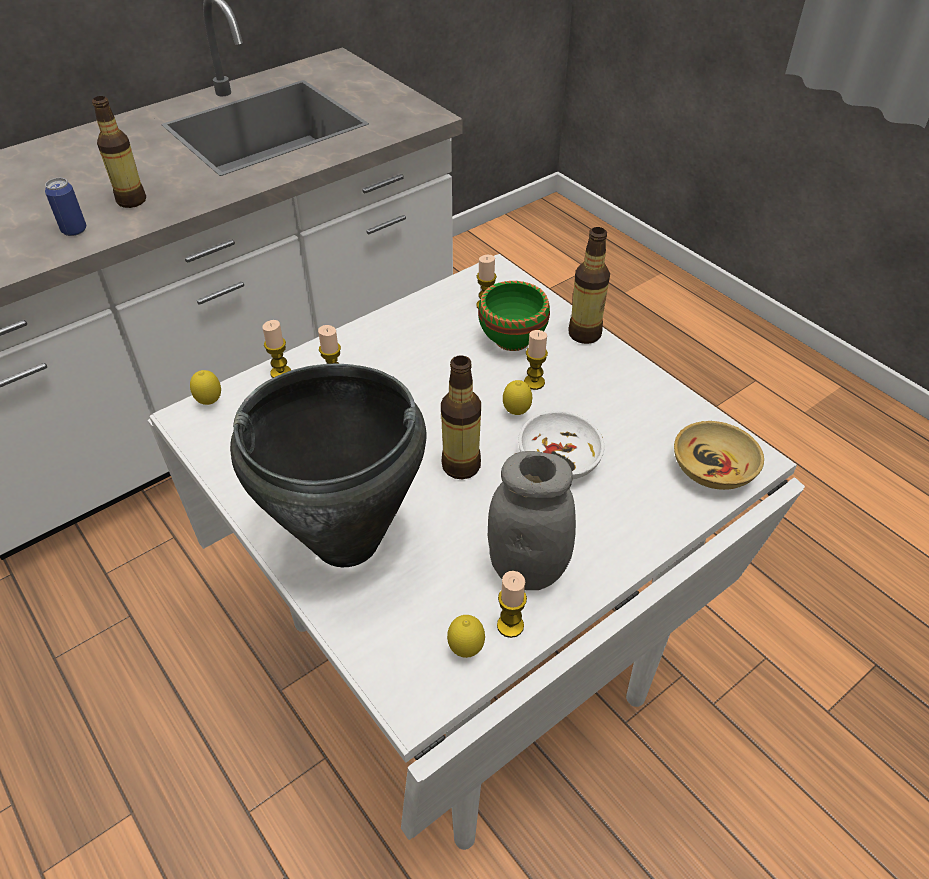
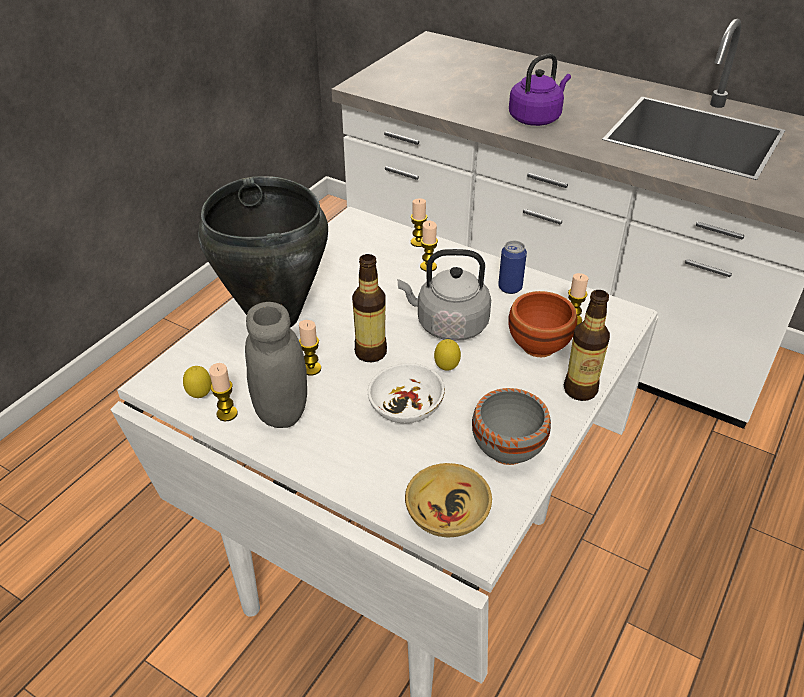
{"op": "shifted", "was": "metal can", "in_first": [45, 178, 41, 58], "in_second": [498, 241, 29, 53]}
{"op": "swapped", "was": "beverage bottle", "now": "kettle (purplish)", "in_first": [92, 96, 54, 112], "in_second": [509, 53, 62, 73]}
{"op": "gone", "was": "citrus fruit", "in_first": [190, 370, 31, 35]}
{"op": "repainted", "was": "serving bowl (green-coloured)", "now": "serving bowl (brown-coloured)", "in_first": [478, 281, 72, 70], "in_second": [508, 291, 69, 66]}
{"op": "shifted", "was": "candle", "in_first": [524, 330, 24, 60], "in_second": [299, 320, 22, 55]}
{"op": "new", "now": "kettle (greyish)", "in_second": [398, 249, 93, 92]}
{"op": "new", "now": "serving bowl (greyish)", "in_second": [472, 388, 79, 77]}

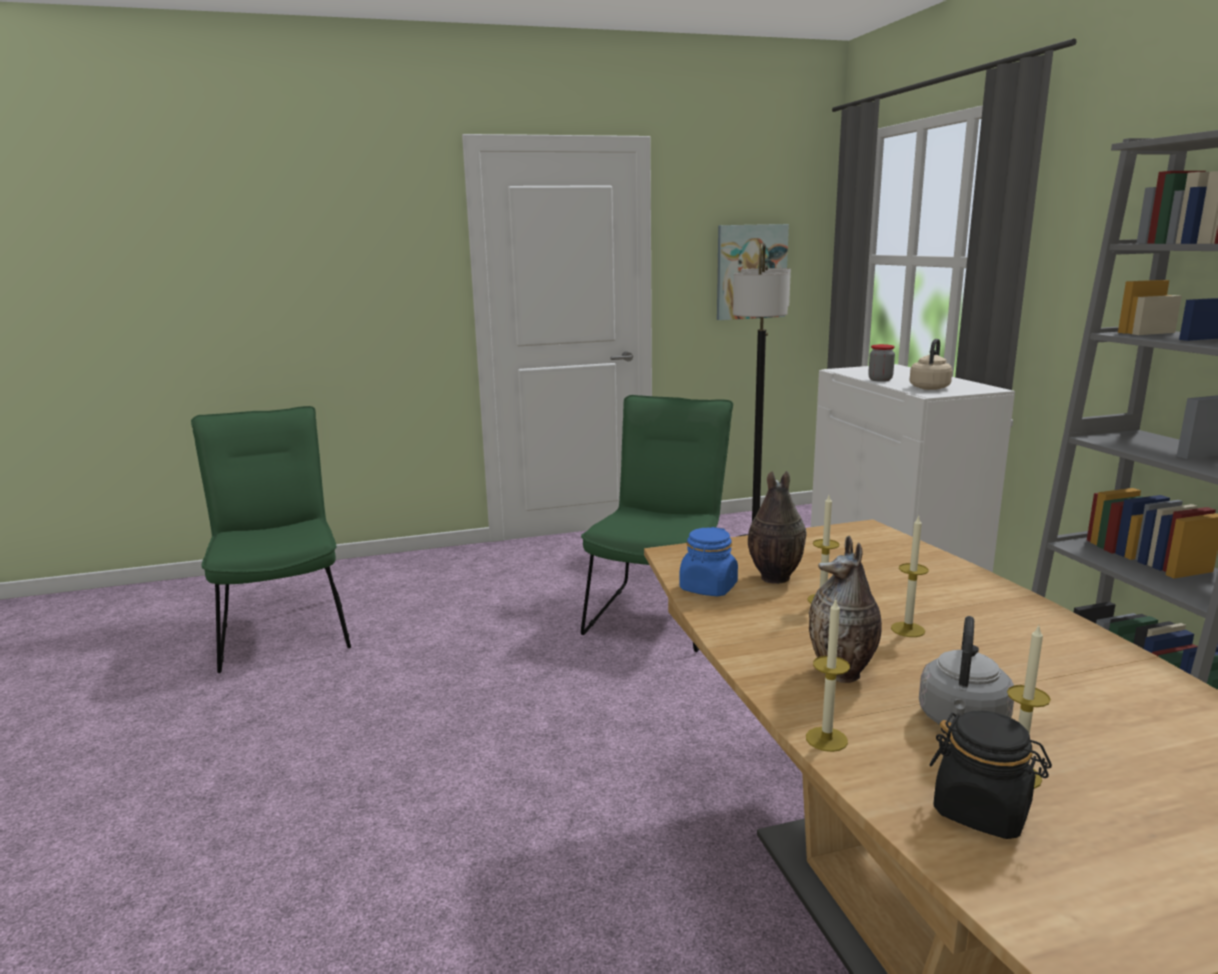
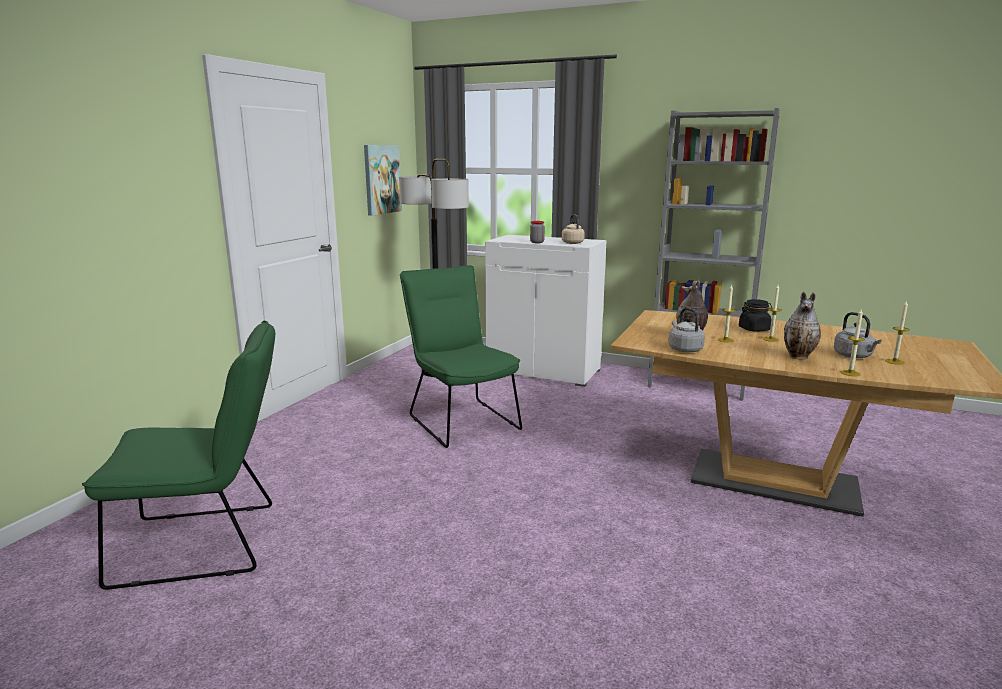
{"op": "rotated", "was": "upright chair (green-coloured)", "in_first": [191, 406, 160, 267], "in_second": [82, 321, 193, 269], "clockwise": 150}
{"op": "swapped", "was": "jar (bluish)", "now": "kettle (greyish)", "in_first": [679, 527, 59, 69], "in_second": [668, 307, 37, 46]}
{"op": "shifted", "was": "jar (black-coloured)", "in_first": [929, 710, 123, 129], "in_second": [739, 299, 33, 33]}

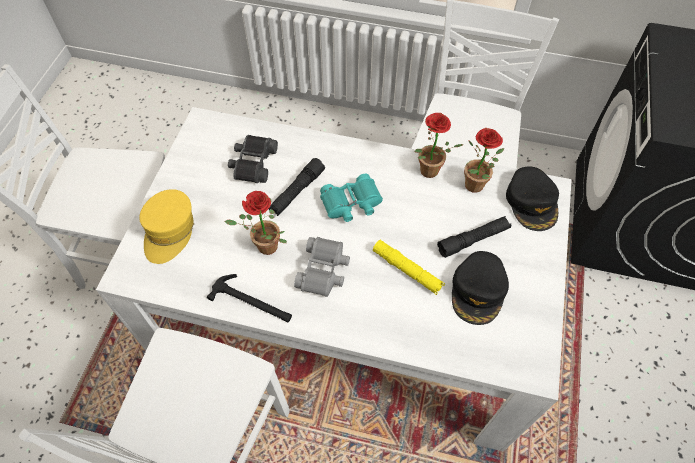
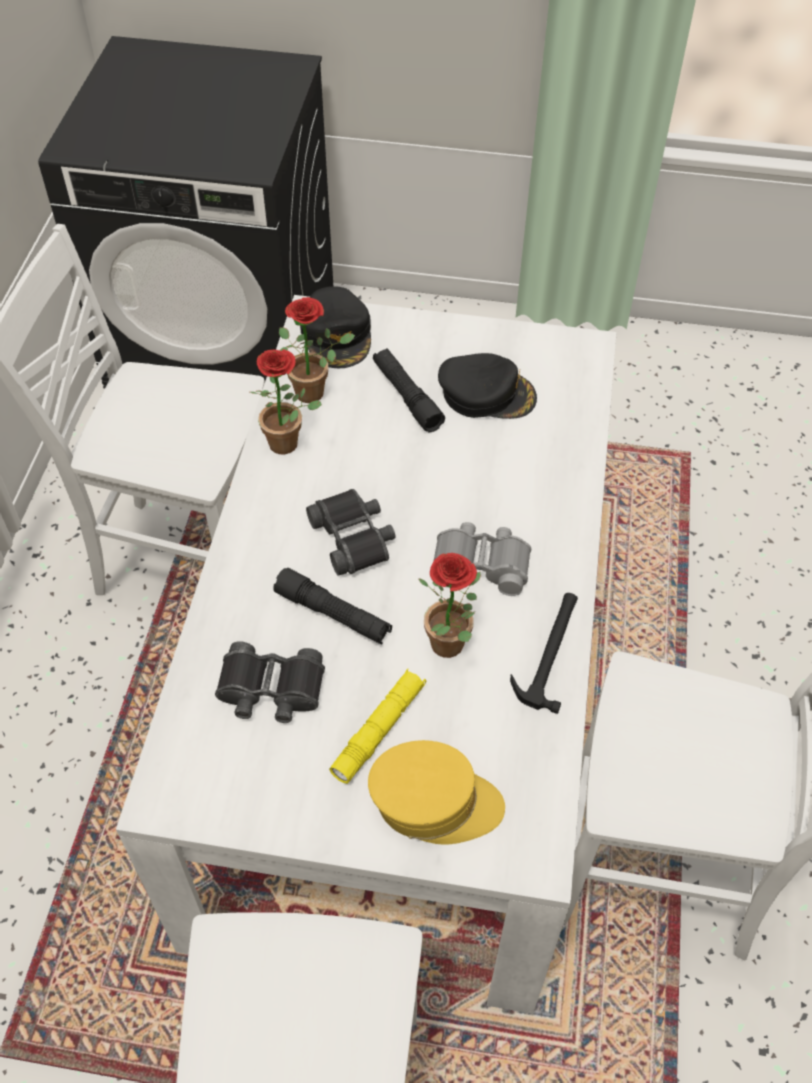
{"op": "repainted", "was": "binoculars (blue-green)", "now": "binoculars (black-coloured)", "in_first": [320, 174, 63, 48], "in_second": [306, 489, 90, 87]}
{"op": "shifted", "was": "flashlight (yellowish)", "in_first": [373, 240, 72, 55], "in_second": [329, 669, 98, 115]}
{"op": "rotated", "was": "peaked cap (black-coloured)", "in_first": [506, 167, 53, 64], "in_second": [300, 286, 71, 82], "clockwise": 90}

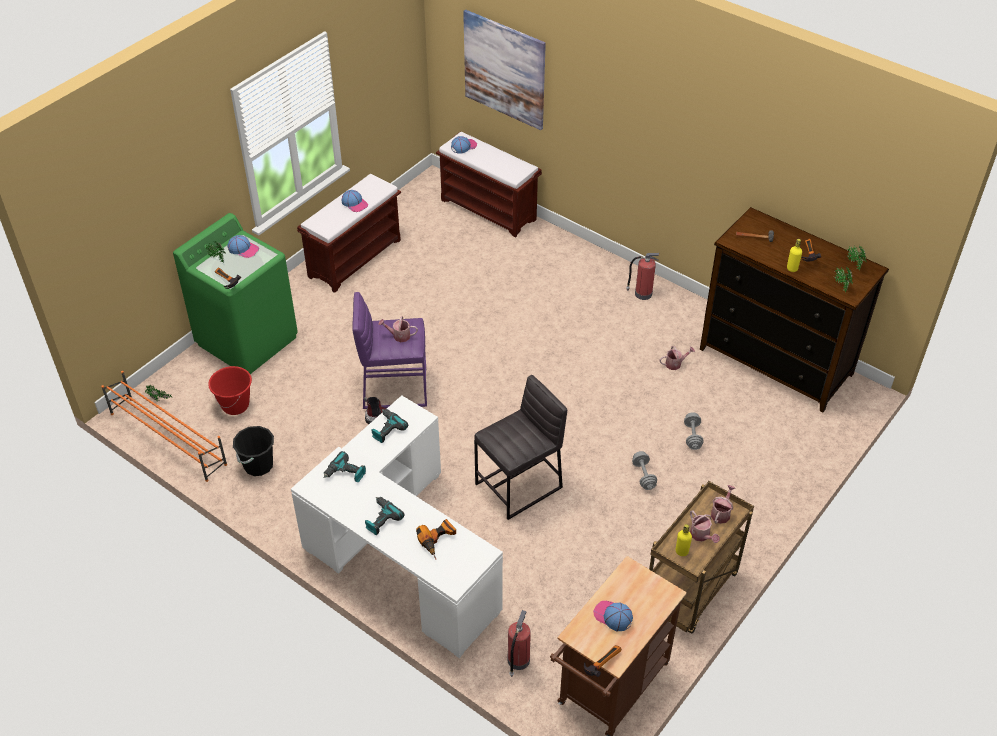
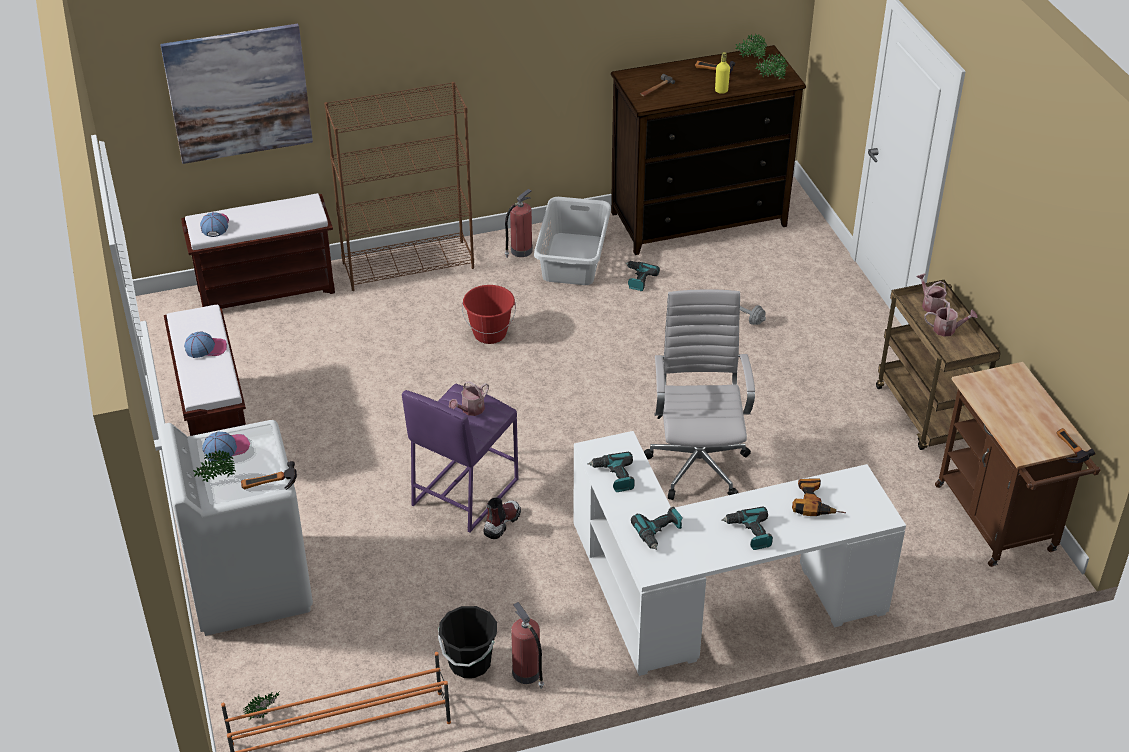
{"op": "repainted", "was": "laundry appliance (green-coloured)", "now": "laundry appliance (whitish)", "in_first": [173, 213, 125, 161], "in_second": [159, 420, 154, 216]}
{"op": "shifted", "was": "water bucket (red-coloured)", "in_first": [208, 366, 44, 49], "in_second": [462, 285, 54, 59]}
{"op": "swapped", "was": "sitting stool (greyish)", "now": "office chair (whitish)", "in_first": [474, 375, 93, 145], "in_second": [644, 290, 111, 210]}
{"op": "shifted", "was": "fire extinguisher", "in_first": [507, 610, 24, 67], "in_second": [511, 602, 33, 87]}
{"op": "gone", "was": "peaked cap", "in_first": [593, 601, 40, 31]}
{"op": "gone", "was": "free weight (greyish)", "in_first": [632, 451, 25, 39]}
{"op": "swapped", "was": "watering can", "now": "electric drill", "in_first": [660, 346, 35, 24], "in_second": [625, 261, 35, 30]}
{"op": "gone", "was": "beverage bottle (yellowish)", "in_first": [676, 524, 16, 32]}
{"op": "new", "now": "shelving unit (brown-coloured)", "in_second": [324, 82, 150, 209]}
{"op": "new", "now": "hamper (greyish)", "in_second": [534, 197, 77, 88]}

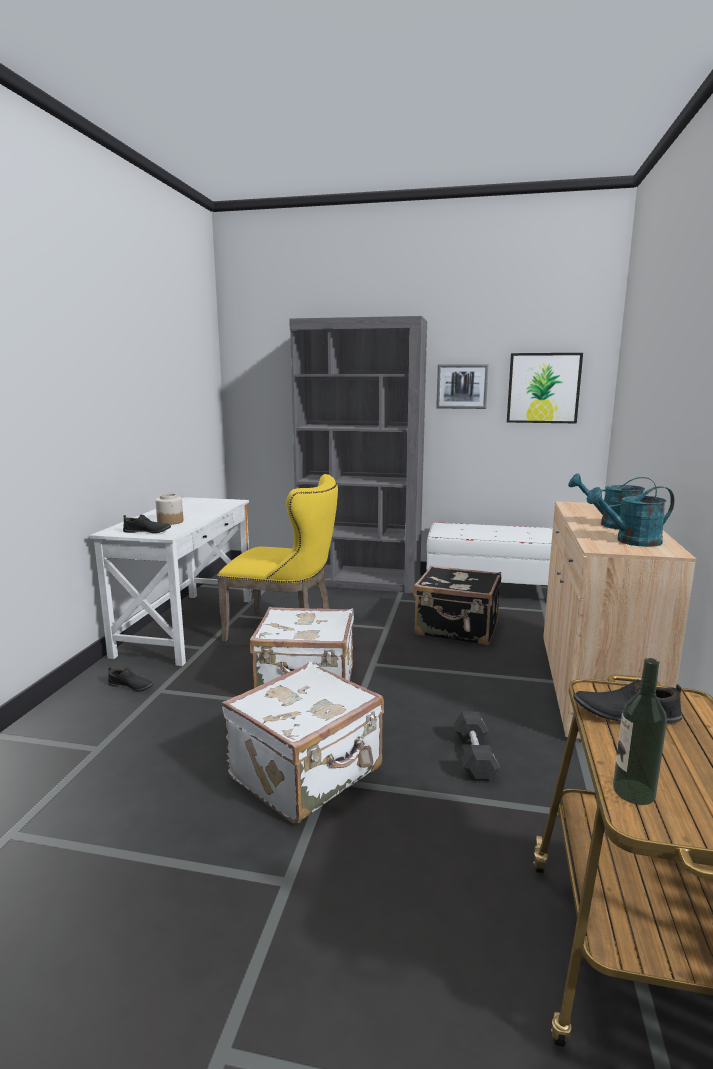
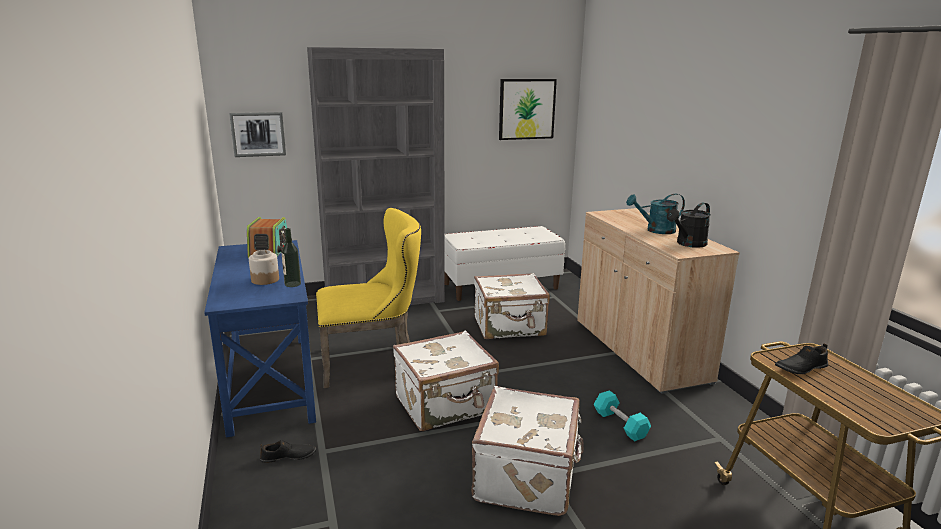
{"op": "repainted", "was": "desk unit (whitish)", "now": "desk unit (bluish)", "in_first": [89, 497, 162, 169], "in_second": [204, 240, 112, 197]}
{"op": "gone", "was": "shoe (black-coloured)", "in_first": [123, 515, 48, 18]}
{"op": "repainted", "was": "piece of luggage (black-coloured)", "now": "piece of luggage (whitish)", "in_first": [414, 565, 87, 80], "in_second": [474, 273, 76, 66]}
{"op": "shifted", "was": "picture", "in_first": [436, 364, 53, 45], "in_second": [229, 112, 57, 45]}
{"op": "repainted", "was": "free weight (black-coloured)", "now": "free weight (blue-green)", "in_first": [454, 711, 46, 70], "in_second": [594, 390, 57, 51]}
{"op": "repainted", "was": "watering can (blue-green)", "now": "watering can (black-coloured)", "in_first": [587, 486, 88, 61], "in_second": [667, 202, 44, 46]}
{"op": "shifted", "was": "beverage bottle", "in_first": [613, 658, 54, 147], "in_second": [281, 228, 20, 59]}
{"op": "new", "now": "radio", "in_second": [247, 217, 40, 41]}

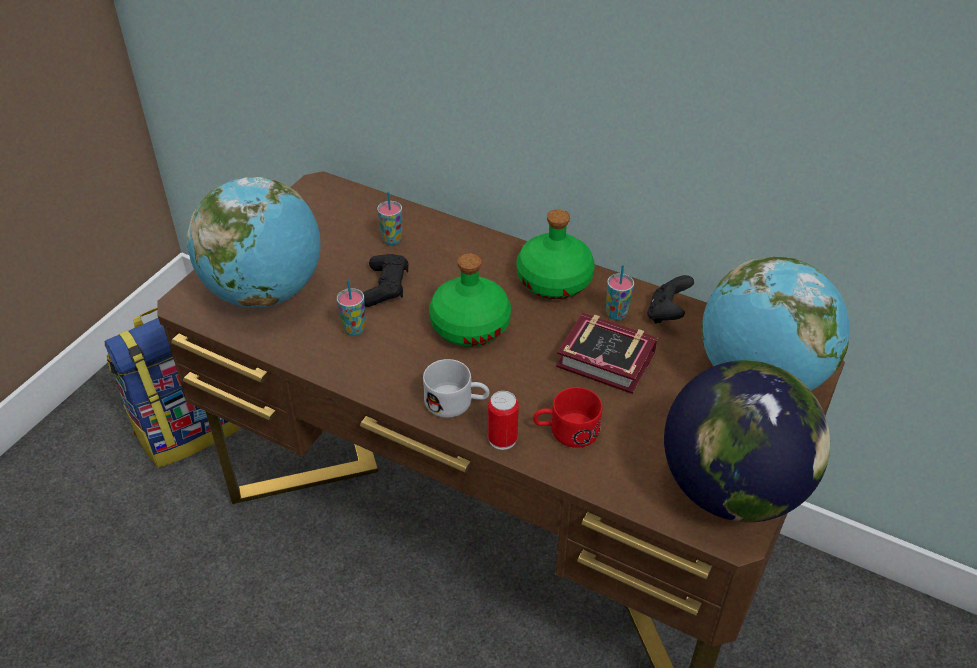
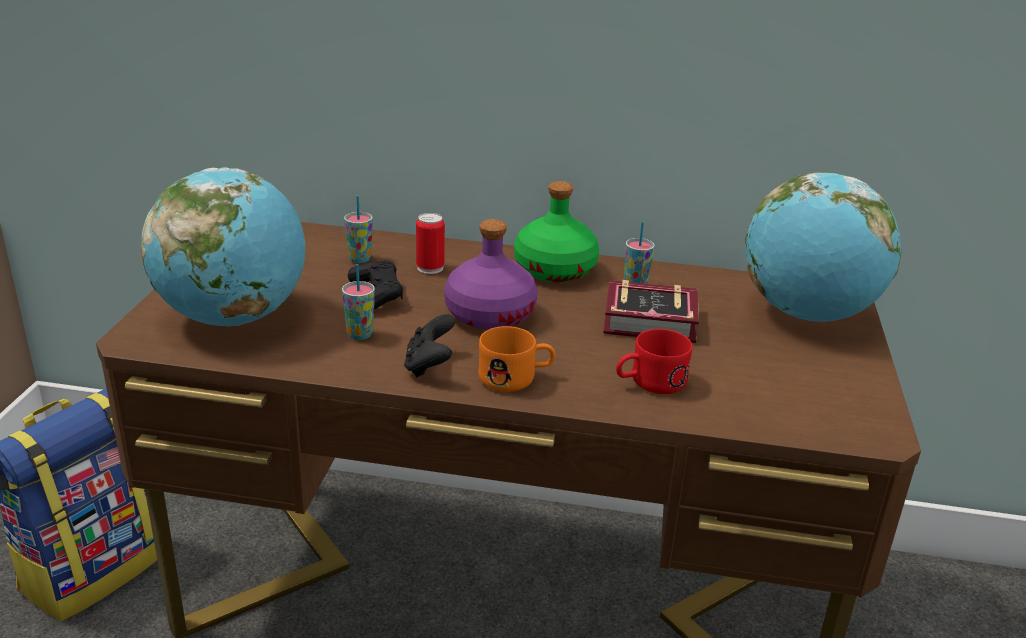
{"op": "repainted", "was": "mug (whitish)", "now": "mug (orange-coloured)", "in_first": [423, 359, 67, 59], "in_second": [478, 326, 77, 66]}
{"op": "repainted", "was": "beverage bottle (green-coloured)", "now": "beverage bottle (purplish)", "in_first": [429, 253, 82, 94], "in_second": [444, 219, 94, 111]}
{"op": "shifted", "was": "metal can", "in_first": [488, 391, 31, 59], "in_second": [416, 213, 29, 61]}
{"op": "shifted", "was": "gamepad (black-coloured)", "in_first": [647, 275, 47, 49], "in_second": [404, 314, 51, 63]}
{"op": "gone", "was": "desk globe", "in_first": [664, 360, 166, 162]}

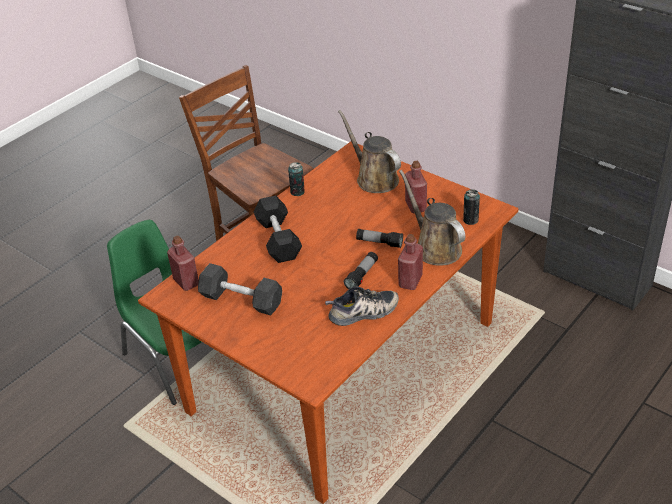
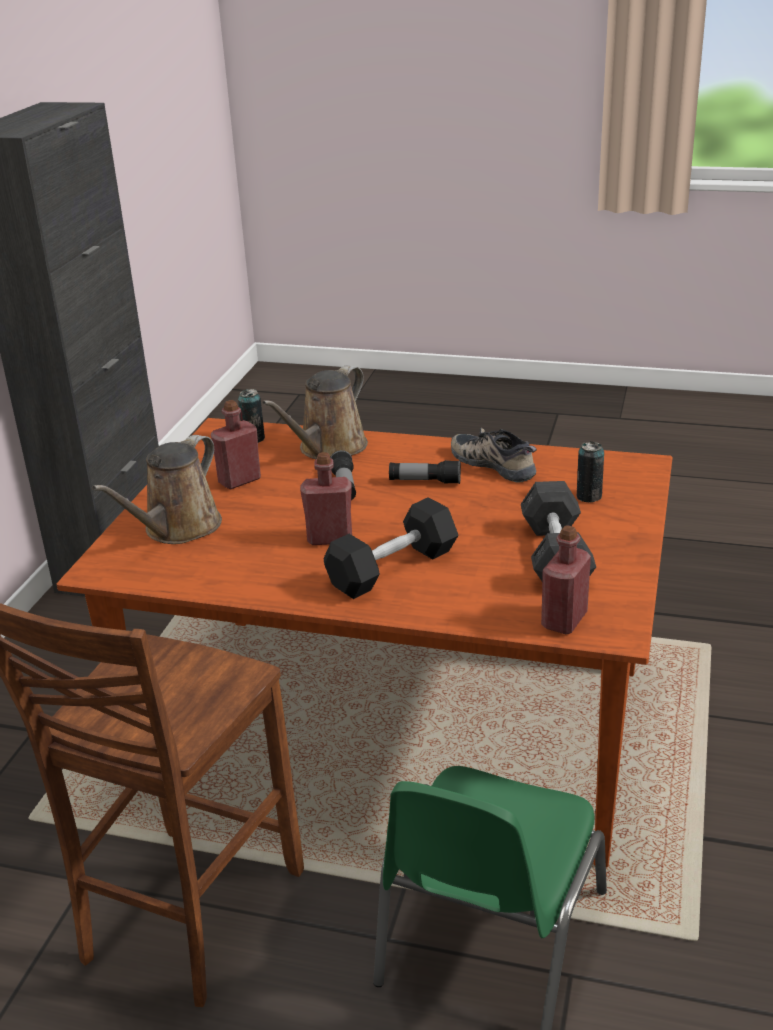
{"op": "shifted", "was": "metal can", "in_first": [288, 162, 17, 34], "in_second": [576, 441, 28, 61]}
{"op": "shifted", "was": "beverage bottle (red-coloured)", "in_first": [398, 234, 25, 56], "in_second": [300, 452, 52, 93]}

